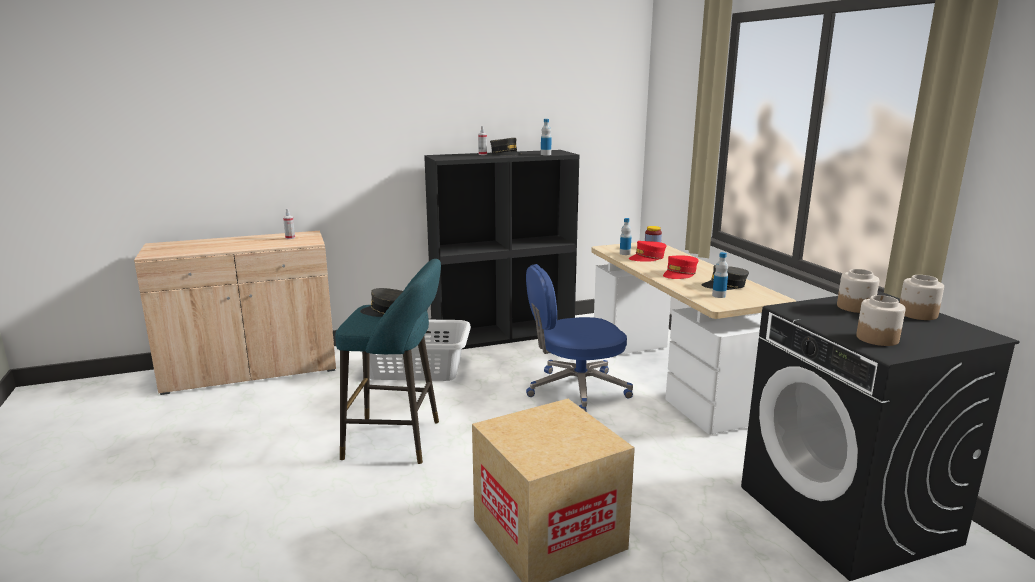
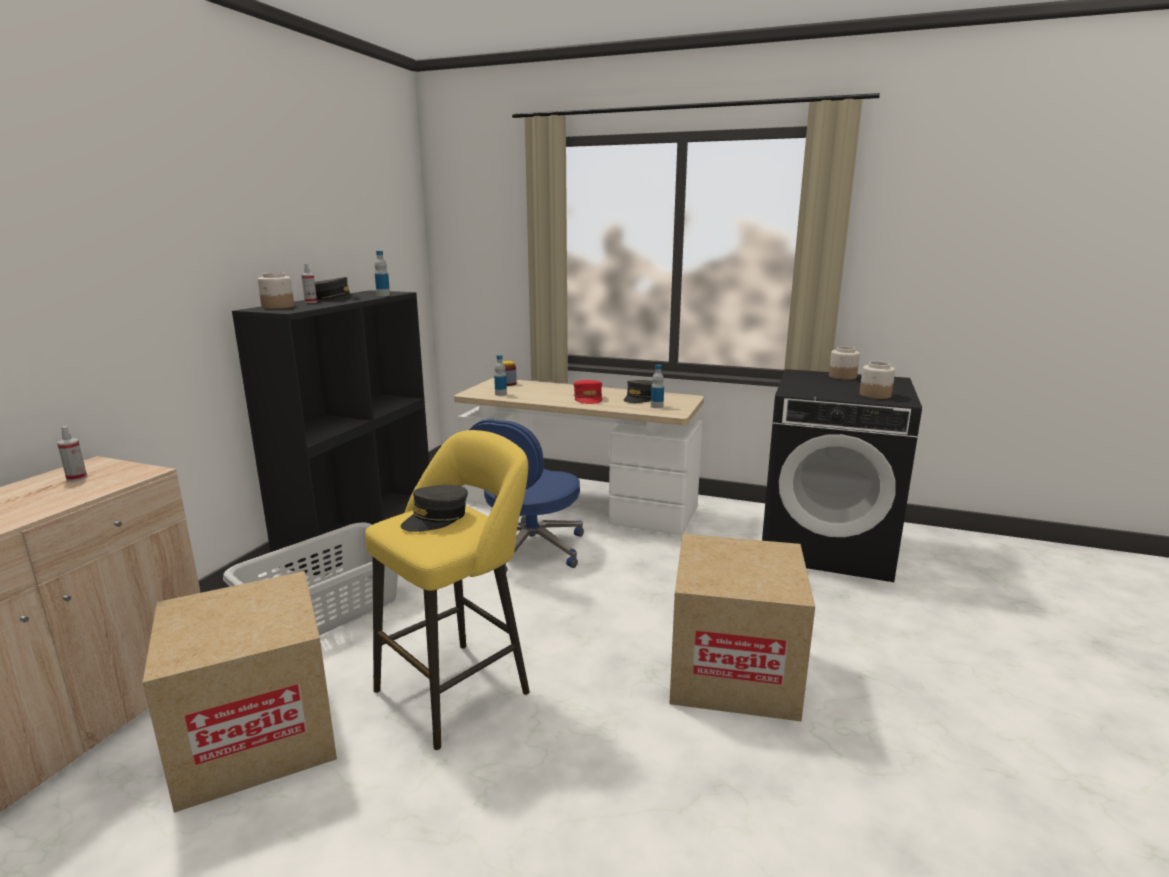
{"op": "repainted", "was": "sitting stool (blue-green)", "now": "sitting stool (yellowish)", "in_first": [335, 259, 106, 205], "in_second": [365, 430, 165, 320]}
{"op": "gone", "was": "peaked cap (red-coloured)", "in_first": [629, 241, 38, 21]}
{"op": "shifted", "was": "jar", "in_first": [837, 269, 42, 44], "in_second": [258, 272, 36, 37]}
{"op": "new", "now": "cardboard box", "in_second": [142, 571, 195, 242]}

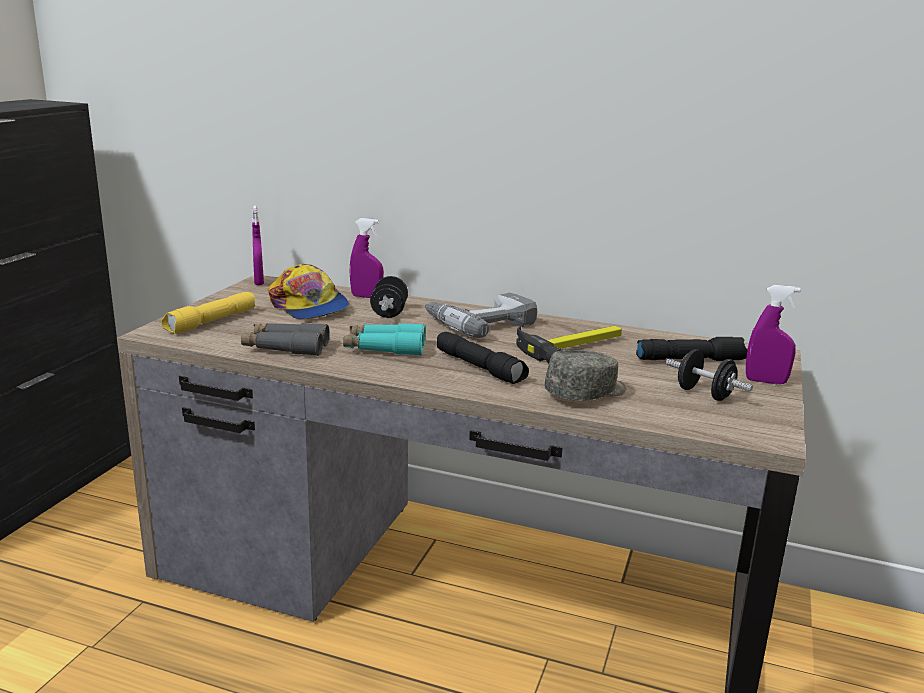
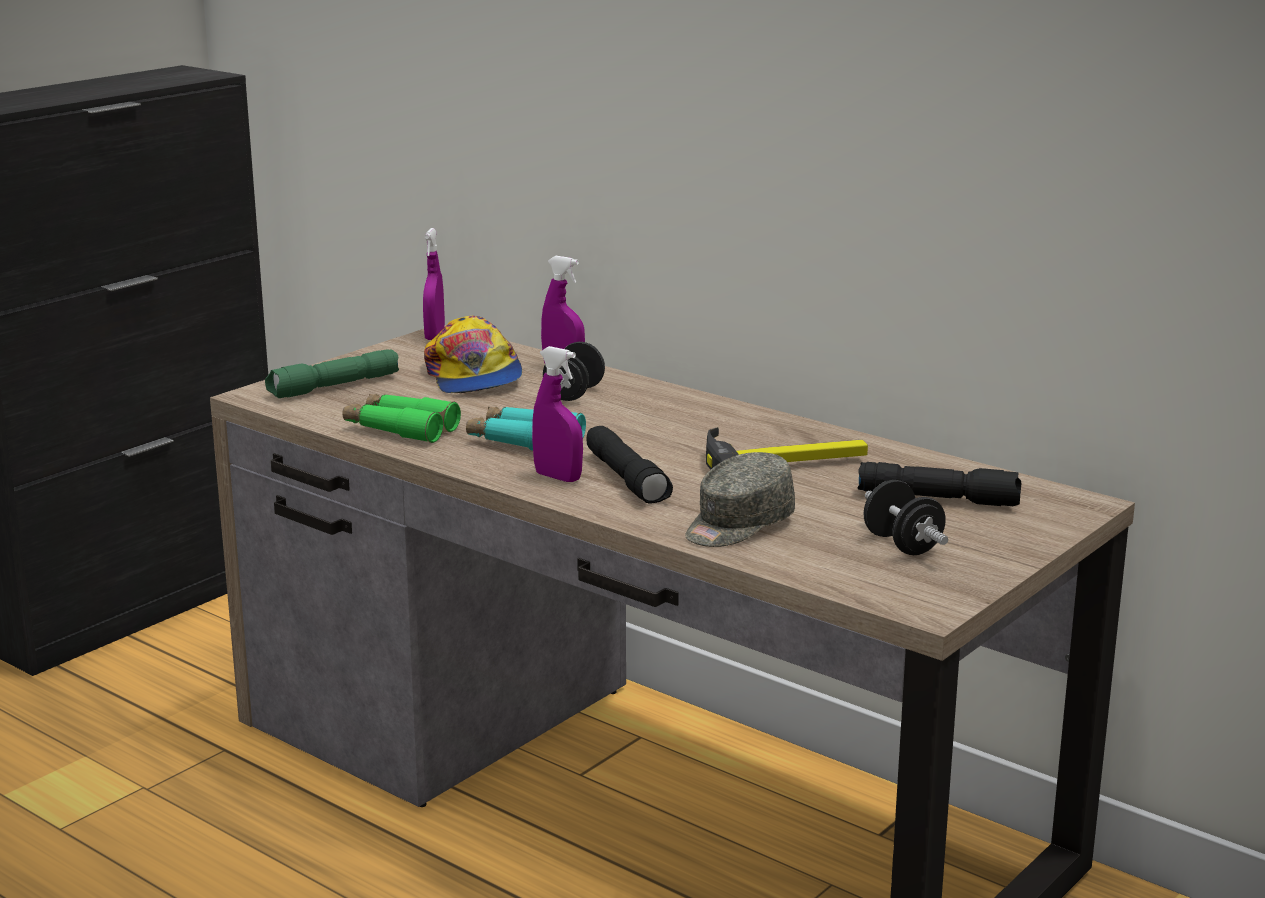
{"op": "repainted", "was": "flashlight (yellowish)", "now": "flashlight (green-coloured)", "in_first": [161, 292, 94, 42], "in_second": [265, 349, 134, 49]}
{"op": "repainted", "was": "binoculars (greyish)", "now": "binoculars (green-coloured)", "in_first": [241, 323, 89, 33], "in_second": [342, 394, 119, 49]}
{"op": "gone", "was": "electric drill", "in_first": [425, 292, 112, 46]}
{"op": "rotated", "was": "peaked cap (greyish)", "in_first": [544, 350, 83, 51], "in_second": [685, 452, 110, 95], "clockwise": 150}
{"op": "shifted", "was": "sprayer (purplish)", "in_first": [746, 285, 55, 99], "in_second": [532, 346, 51, 136]}

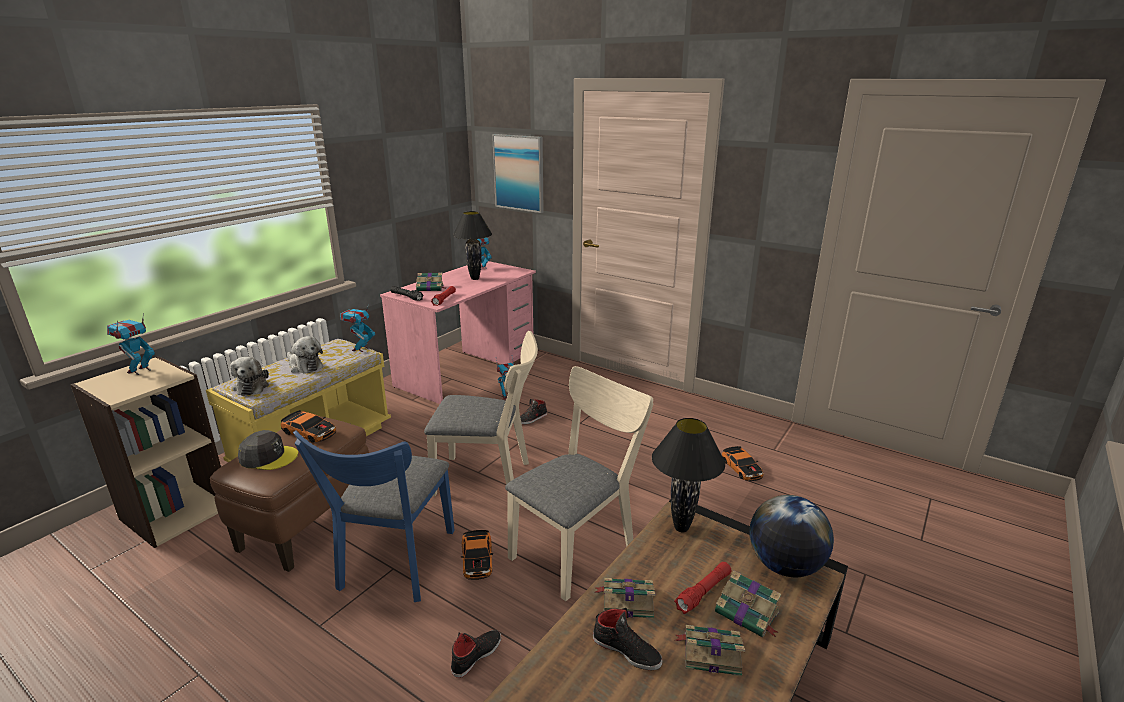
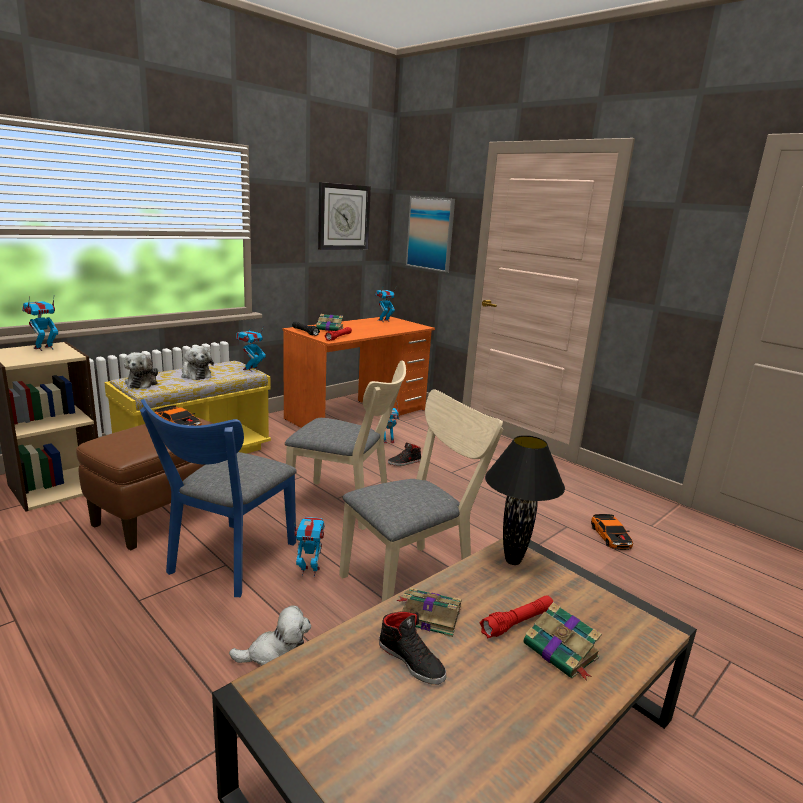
{"op": "gone", "was": "peaked cap (greyish)", "in_first": [238, 430, 60, 40]}
{"op": "repainted", "was": "desk unit (pinkish)", "now": "desk unit (orange-coloured)", "in_first": [380, 261, 156, 143], "in_second": [282, 316, 153, 112]}
{"op": "swapped", "was": "shoe (black-coloured)", "now": "soft toy", "in_first": [451, 630, 51, 48], "in_second": [229, 605, 82, 61]}
{"op": "gone", "was": "table lamp (black-coloured)", "in_first": [453, 211, 39, 69]}
{"op": "swapped", "was": "miniature car", "now": "model robot", "in_first": [461, 530, 32, 50], "in_second": [294, 517, 31, 60]}
{"op": "gone", "was": "book", "in_first": [675, 625, 70, 52]}
{"op": "gone", "was": "desk globe", "in_first": [750, 495, 84, 83]}
{"op": "new", "now": "hanging clock", "in_second": [318, 182, 53, 68]}

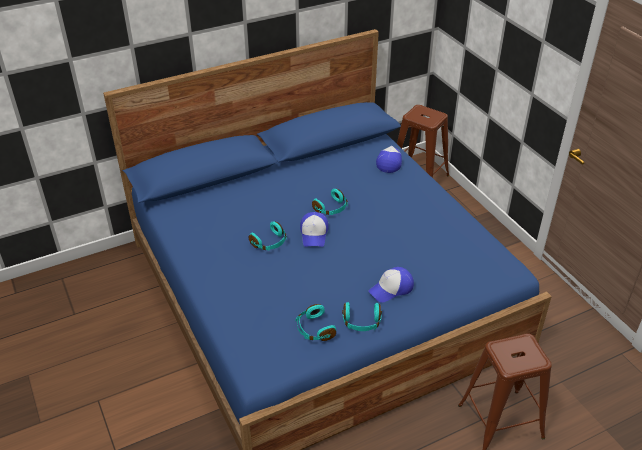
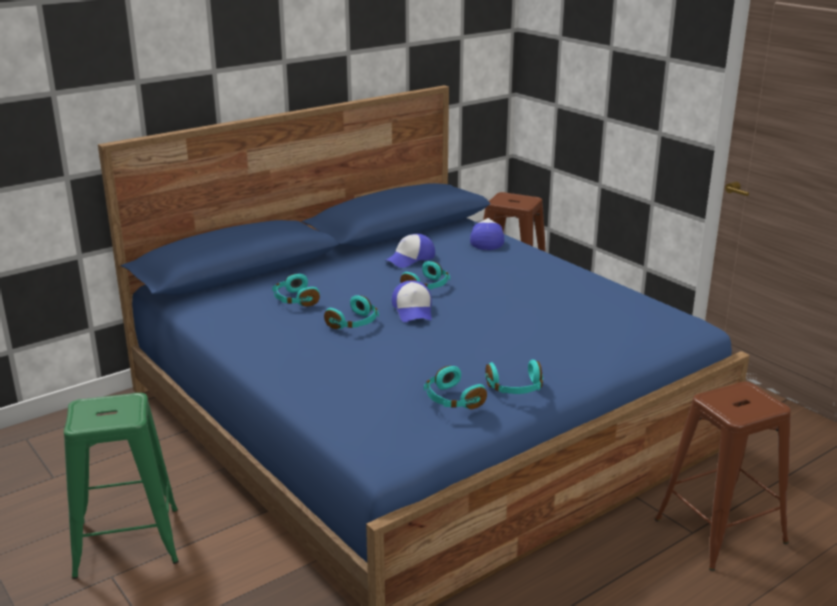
{"op": "shifted", "was": "peaked cap", "in_first": [368, 267, 46, 35], "in_second": [385, 234, 50, 34]}
{"op": "new", "now": "sitting stool (green-coloured)", "in_second": [64, 393, 115, 186]}
{"op": "new", "now": "headphones (blue-green)", "in_second": [272, 274, 48, 32]}

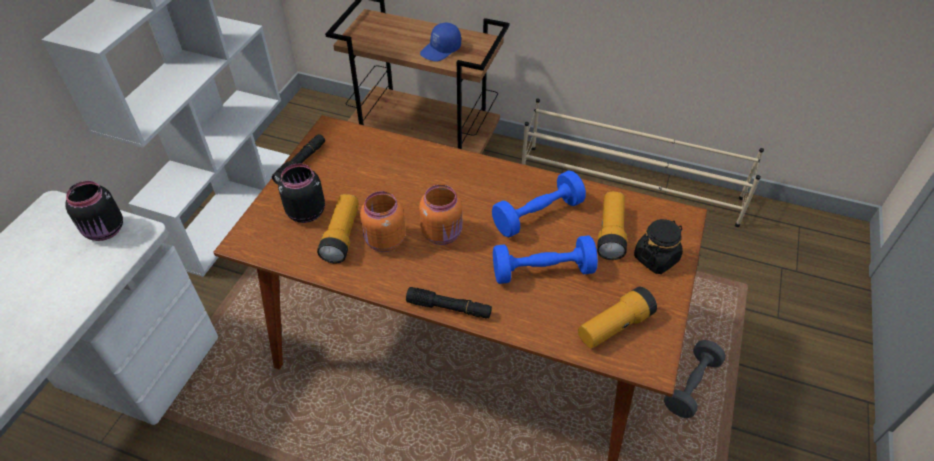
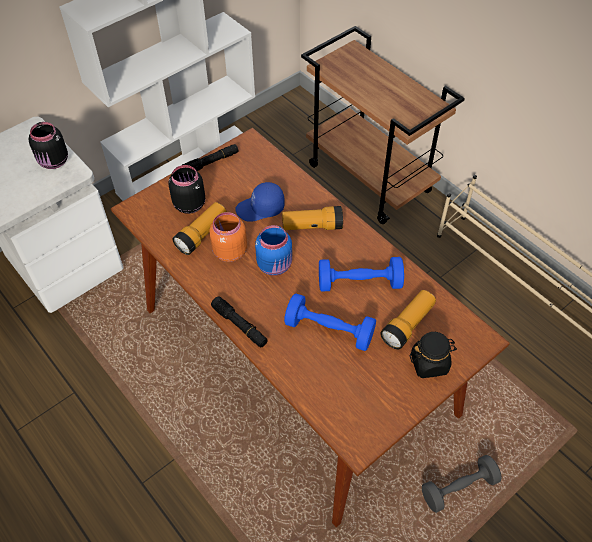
{"op": "repainted", "was": "jar (orange-coloured)", "now": "jar (bluish)", "in_first": [419, 185, 43, 60], "in_second": [255, 225, 37, 51]}
{"op": "shifted", "was": "peaked cap (bluish)", "in_first": [420, 23, 41, 39], "in_second": [235, 182, 50, 40]}
{"op": "shifted", "was": "flashlight", "in_first": [578, 286, 79, 63], "in_second": [282, 206, 61, 24]}

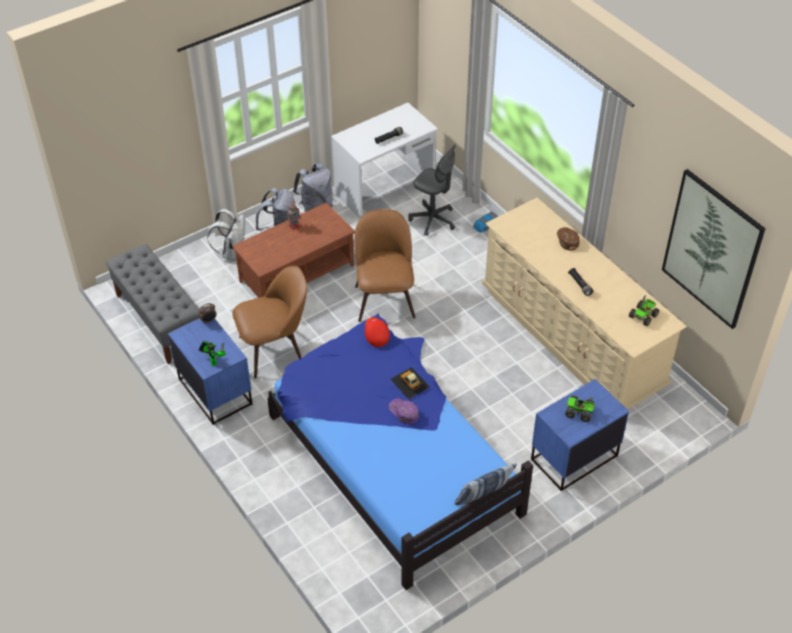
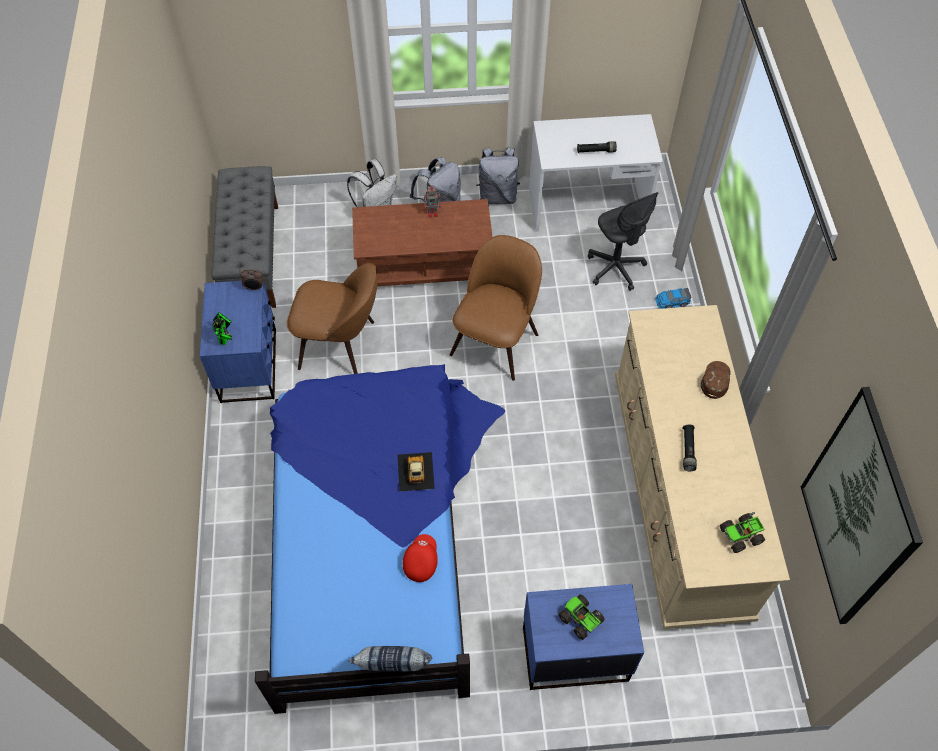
{"op": "shifted", "was": "peaked cap (red-coloured)", "in_first": [365, 317, 25, 30], "in_second": [403, 534, 35, 48]}
{"op": "gone", "was": "peaked cap (purplish)", "in_first": [389, 399, 30, 25]}

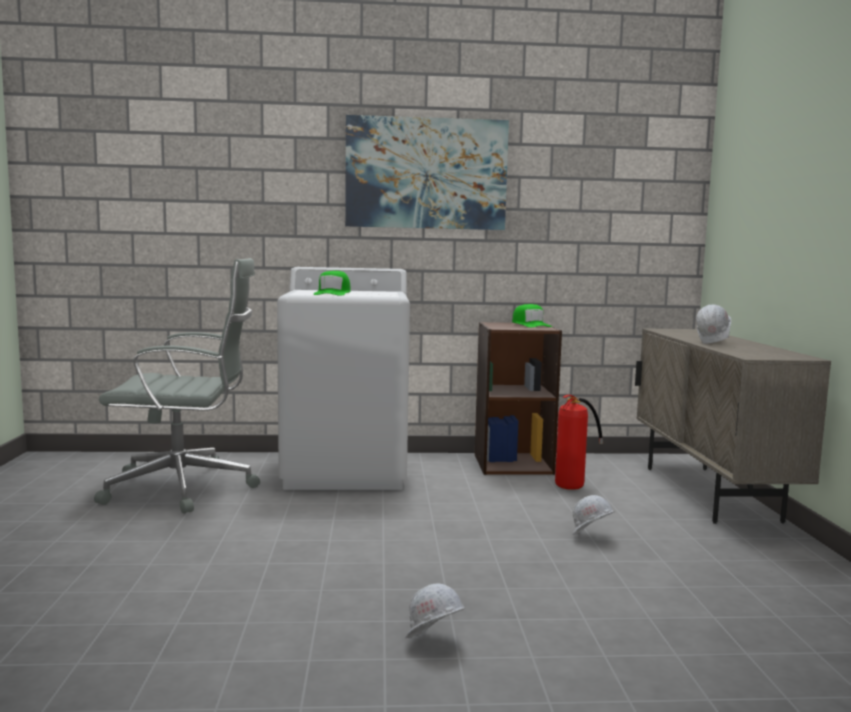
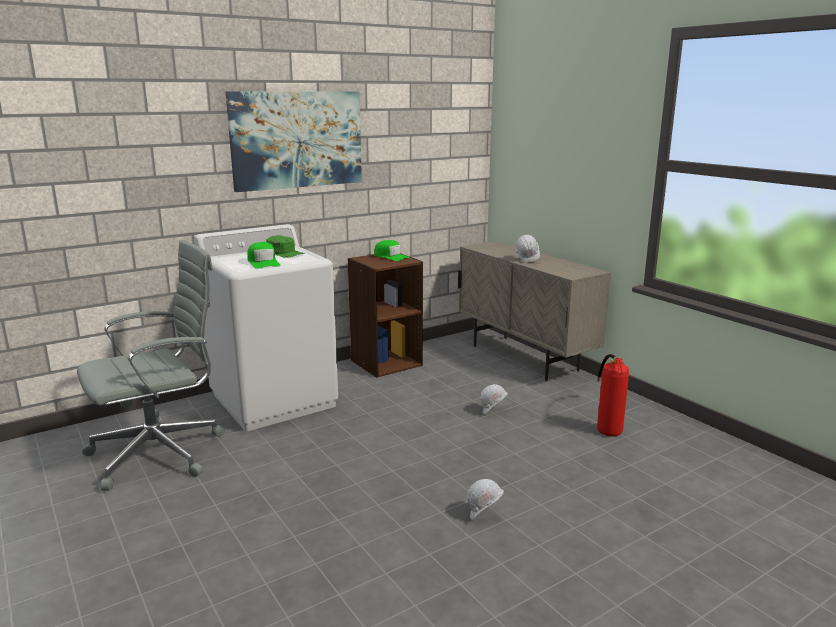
{"op": "shifted", "was": "fire extinguisher", "in_first": [555, 395, 48, 95], "in_second": [597, 354, 32, 82]}
{"op": "new", "now": "peaked cap (green-coloured)", "in_second": [266, 235, 39, 23]}

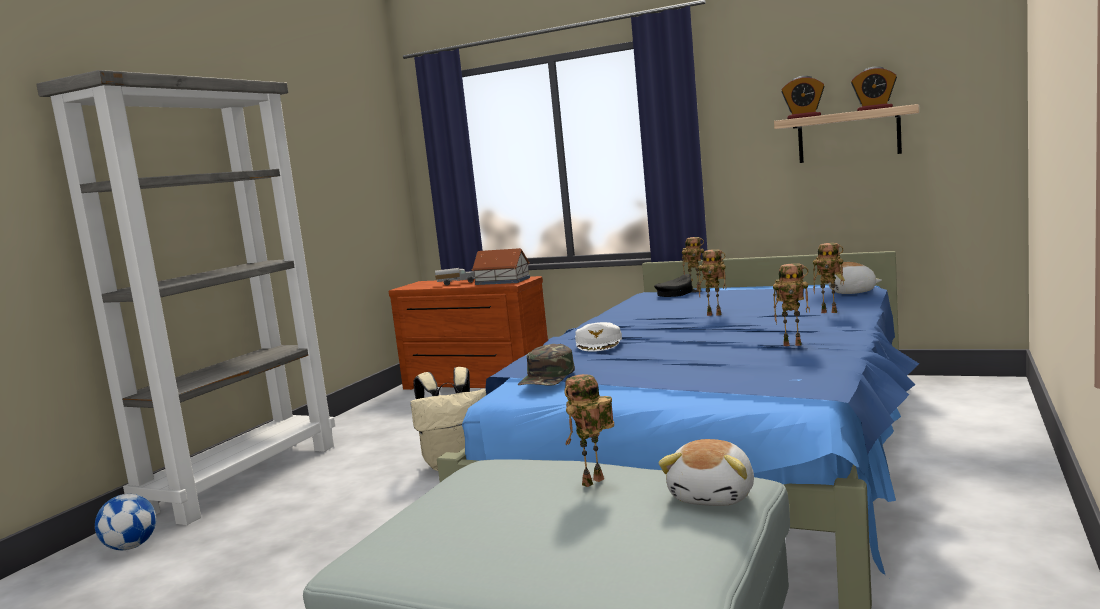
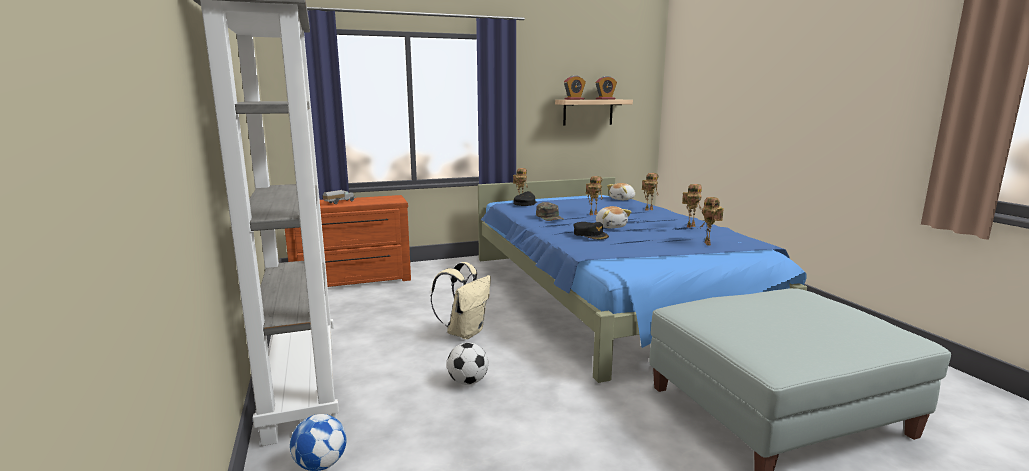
{"op": "gone", "was": "model house", "in_first": [471, 248, 59, 37]}
{"op": "shifted", "was": "peaked cap (green-coloured)", "in_first": [518, 344, 57, 42], "in_second": [536, 202, 28, 19]}
{"op": "shifted", "was": "model robot", "in_first": [564, 374, 50, 113], "in_second": [701, 197, 23, 49]}
{"op": "repainted", "was": "peaked cap (whitish)", "now": "peaked cap (black-coloured)", "in_first": [575, 322, 47, 30], "in_second": [573, 222, 36, 18]}
{"op": "shifted", "was": "soft toy", "in_first": [658, 439, 96, 67], "in_second": [596, 206, 35, 22]}
{"op": "new", "now": "football ball", "in_second": [447, 343, 41, 42]}

